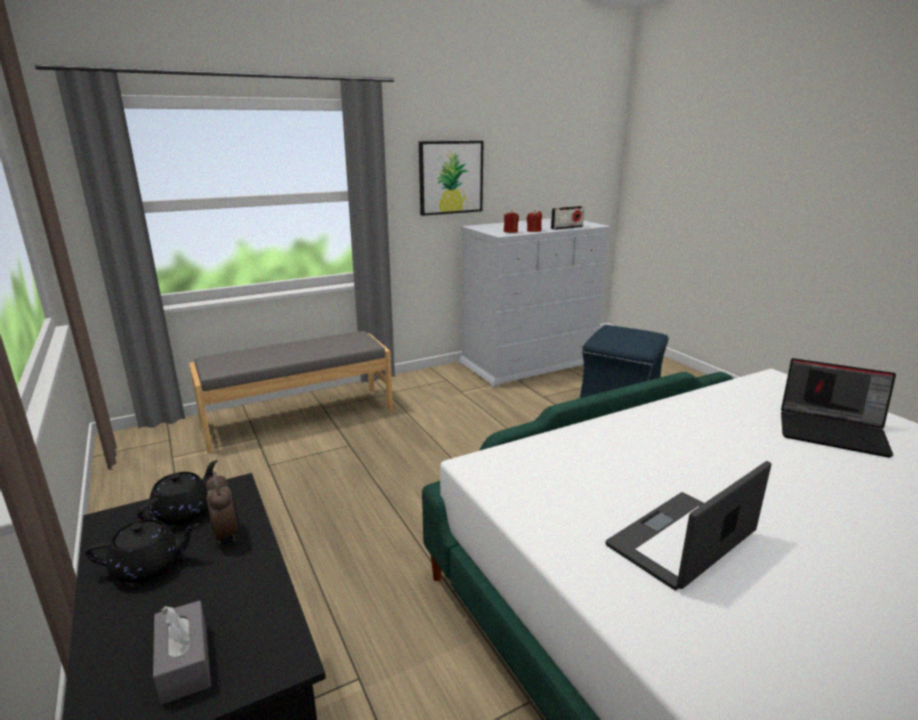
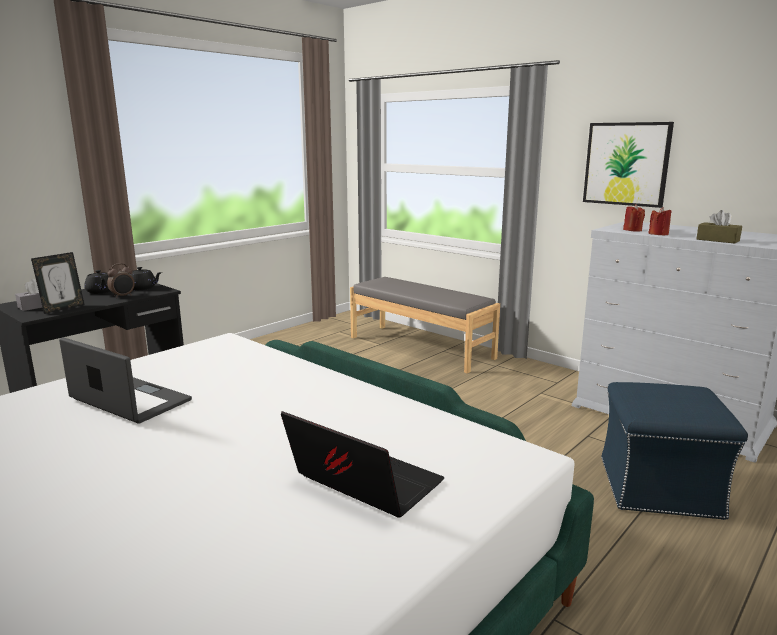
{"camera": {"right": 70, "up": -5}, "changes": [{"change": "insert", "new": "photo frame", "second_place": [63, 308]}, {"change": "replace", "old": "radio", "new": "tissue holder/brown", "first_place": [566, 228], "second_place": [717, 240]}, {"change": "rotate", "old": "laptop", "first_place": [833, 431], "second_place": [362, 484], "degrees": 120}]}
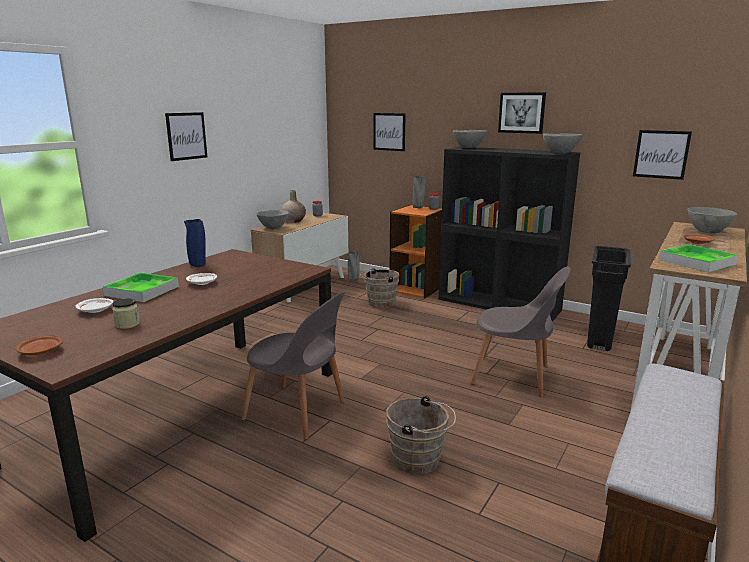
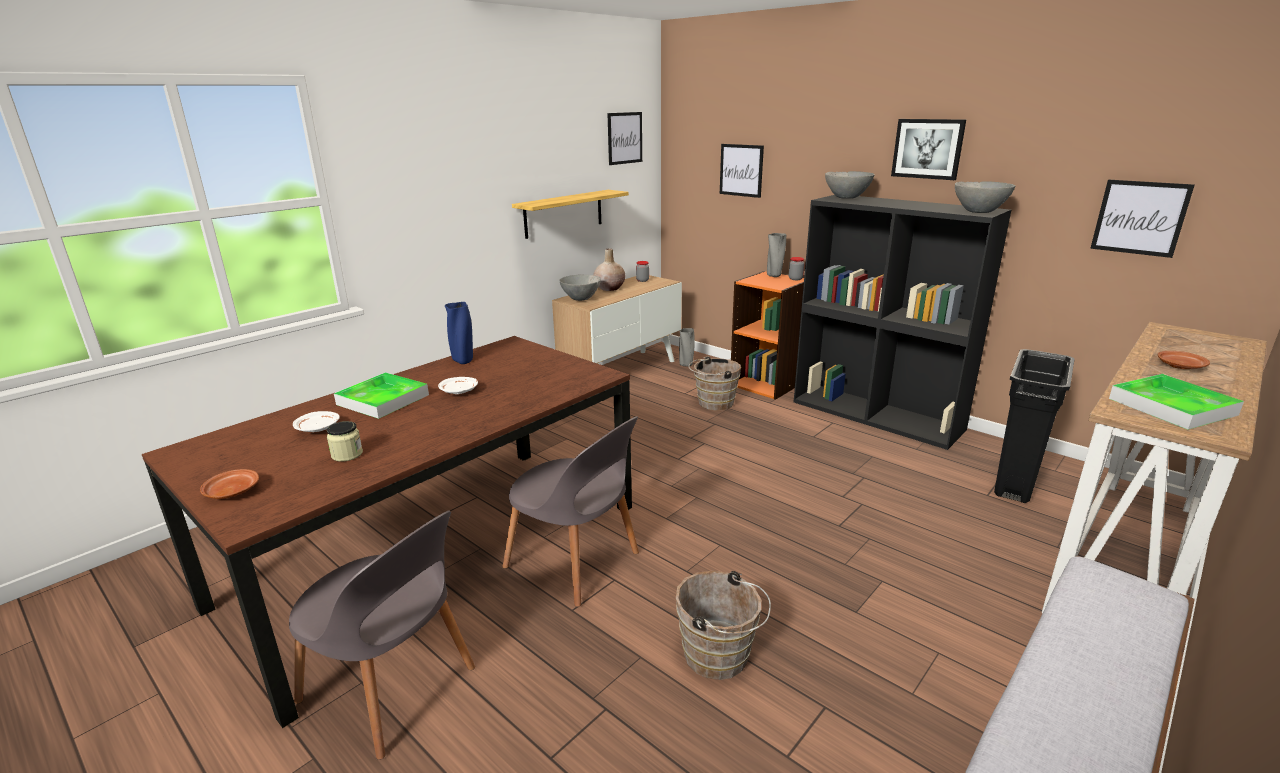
{"camera": {"right": 10, "up": 5}, "changes": [{"change": "delete", "old": "deep dish/greyish", "first_place": [707, 232]}, {"change": "insert", "new": "wall shelf", "second_place": [563, 213]}, {"change": "move", "old": "wall art", "first_place": [186, 136], "second_place": [624, 138]}, {"change": "move", "old": "chair/greyish", "first_place": [514, 376], "second_place": [392, 688]}]}
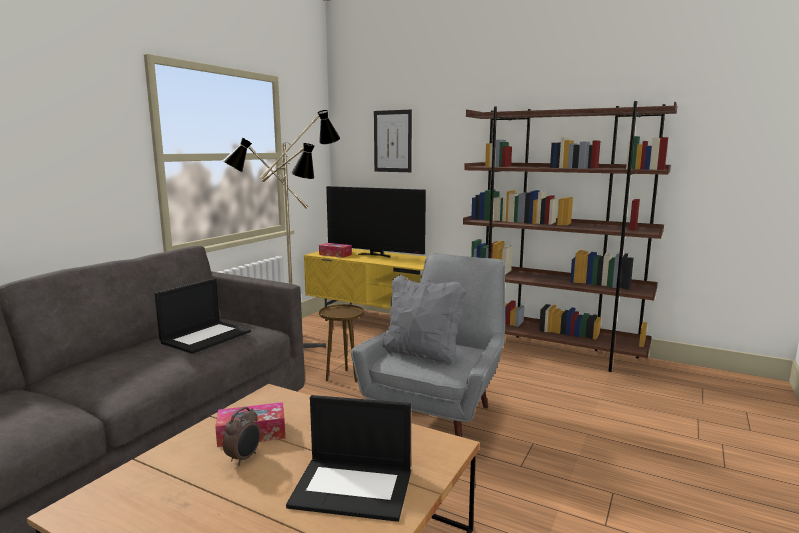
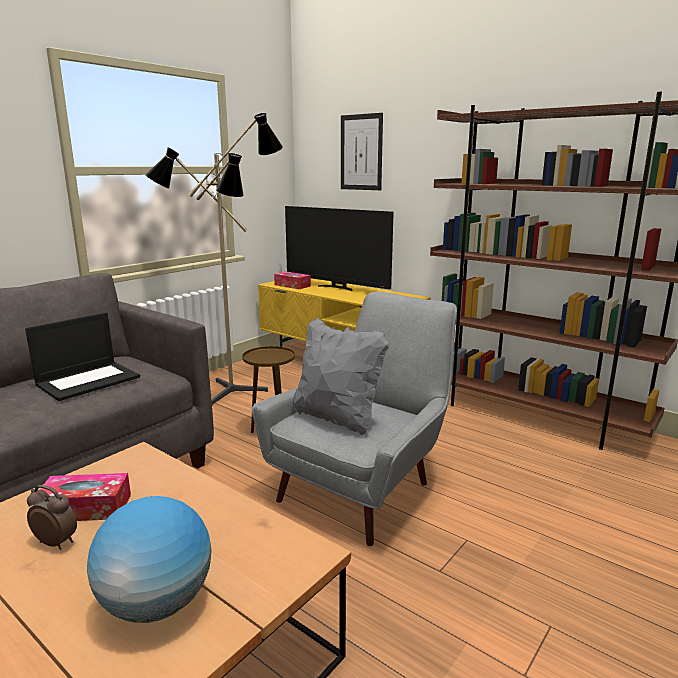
{"camera": {"right": 10, "up": 5}, "changes": [{"change": "replace", "old": "laptop", "new": "globe", "first_place": [353, 488], "second_place": [157, 604]}, {"change": "rotate", "old": "bedside clock", "first_place": [244, 458], "second_place": [57, 542], "degrees": -105}]}
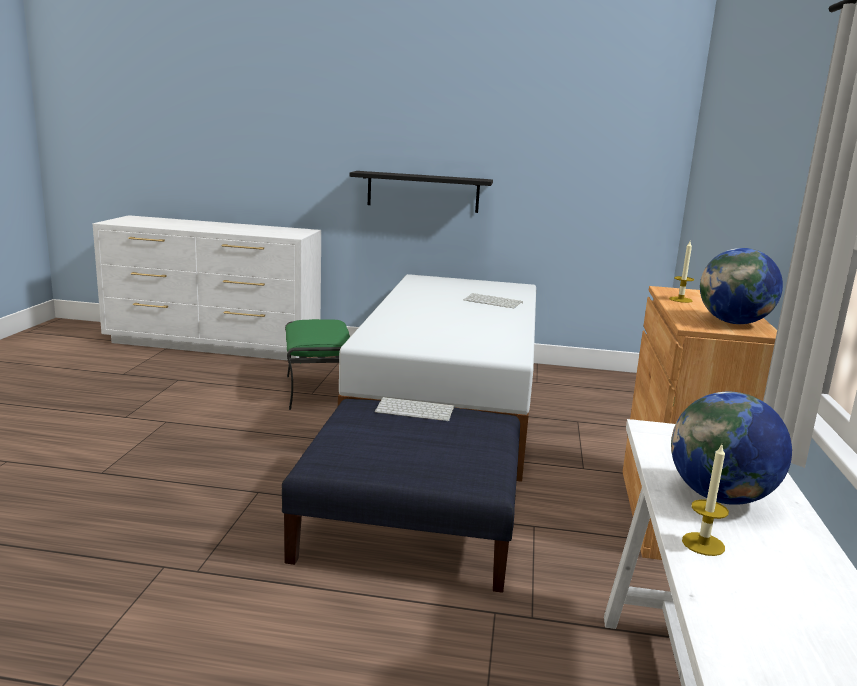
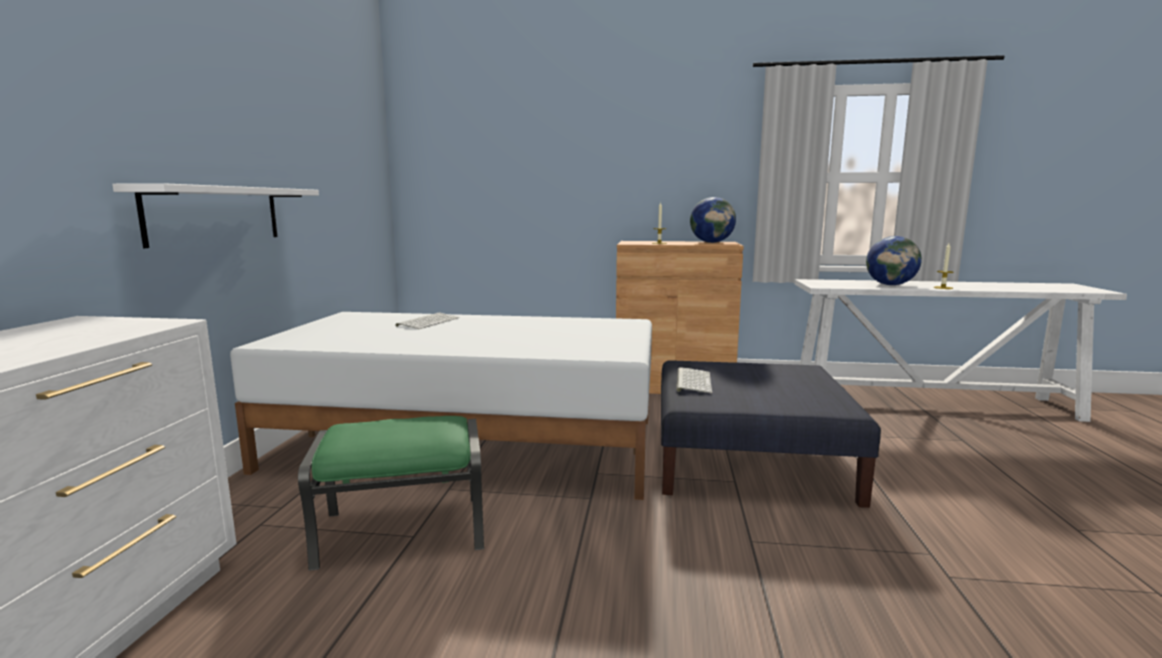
{"camera": {"right": -90, "up": -5}, "changes": [{"change": "recolor", "old": "wall shelf/black-coloured", "new": "wall shelf/whitish", "first_place": [423, 192], "second_place": [216, 214]}]}
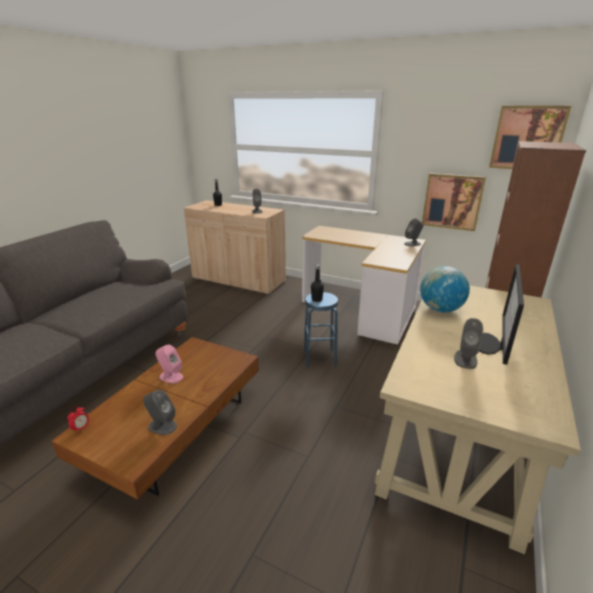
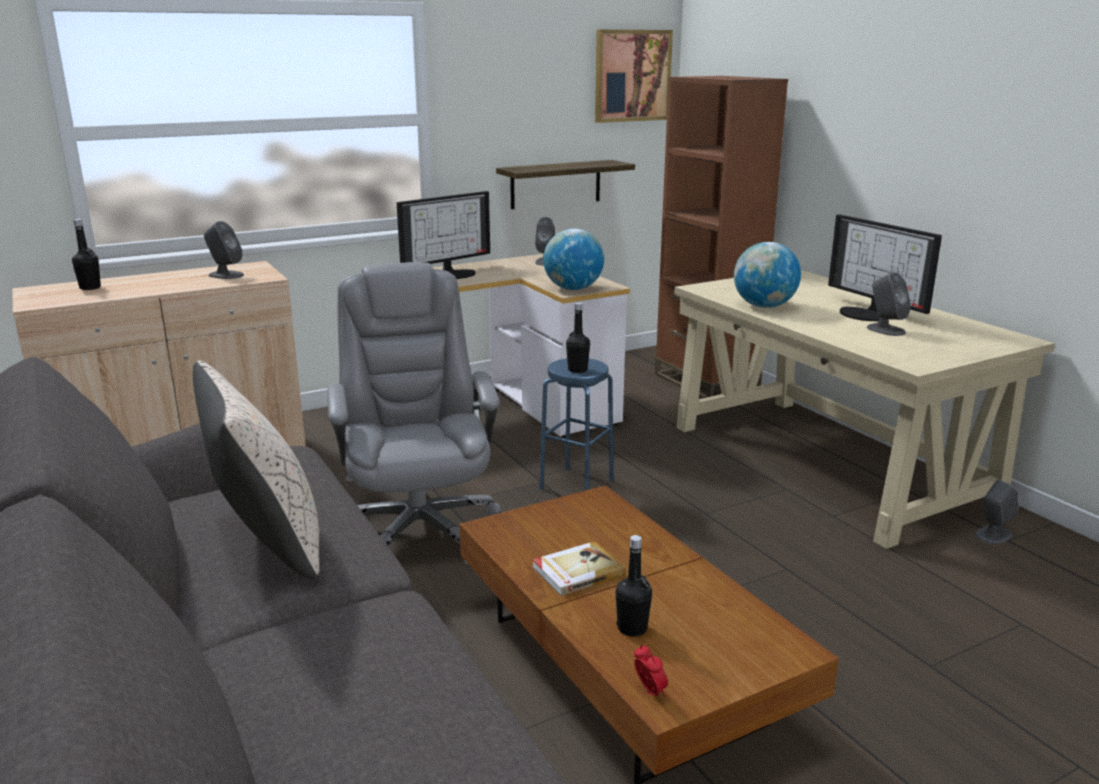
{"camera": {"right": -55, "up": -5}, "changes": [{"change": "insert", "new": "throw pillow/beige", "second_place": [268, 542]}, {"change": "insert", "new": "desk chair/greyish", "second_place": [419, 529]}, {"change": "insert", "new": "computer screen", "second_place": [454, 274]}, {"change": "insert", "new": "globe", "second_place": [573, 289]}, {"change": "insert", "new": "bottle/black-coloured", "second_place": [632, 628]}, {"change": "move", "old": "speaker/greyish", "first_place": [162, 426], "second_place": [993, 535]}, {"change": "replace", "old": "speaker/pink-coloured", "new": "volume", "first_place": [171, 376], "second_place": [577, 571]}, {"change": "replace", "old": "wall art", "new": "wall shelf", "first_place": [452, 201], "second_place": [555, 184]}]}
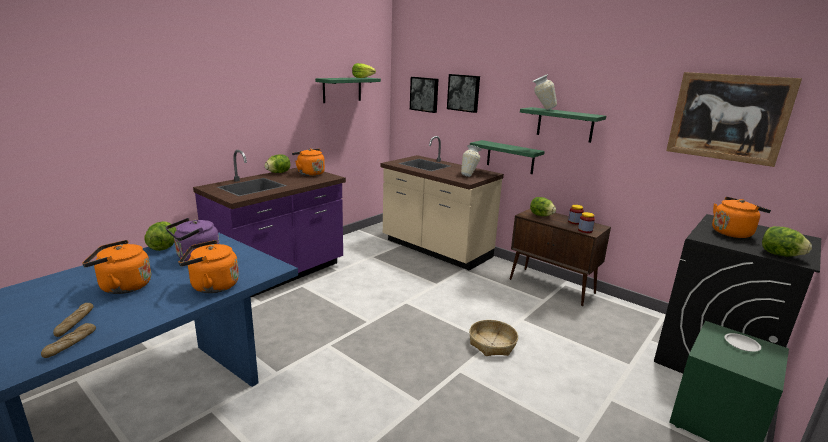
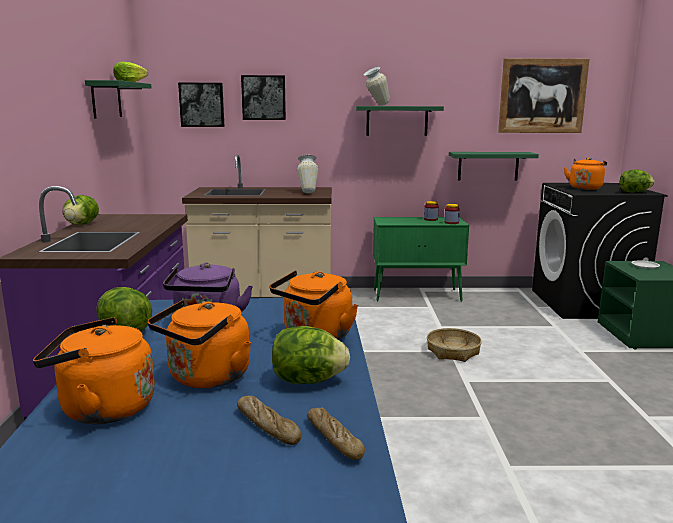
{"camera": {"right": -40, "up": -5}, "changes": [{"change": "move", "old": "water kettle/orangey", "first_place": [309, 173], "second_place": [102, 409]}, {"change": "move", "old": "wall shelf/greenish", "first_place": [510, 157], "second_place": [488, 166]}, {"change": "move", "old": "head of lettuce", "first_place": [541, 215], "second_place": [308, 381]}, {"change": "recolor", "old": "cabinet/brown", "new": "cabinet/greenish", "first_place": [552, 286], "second_place": [417, 295]}]}
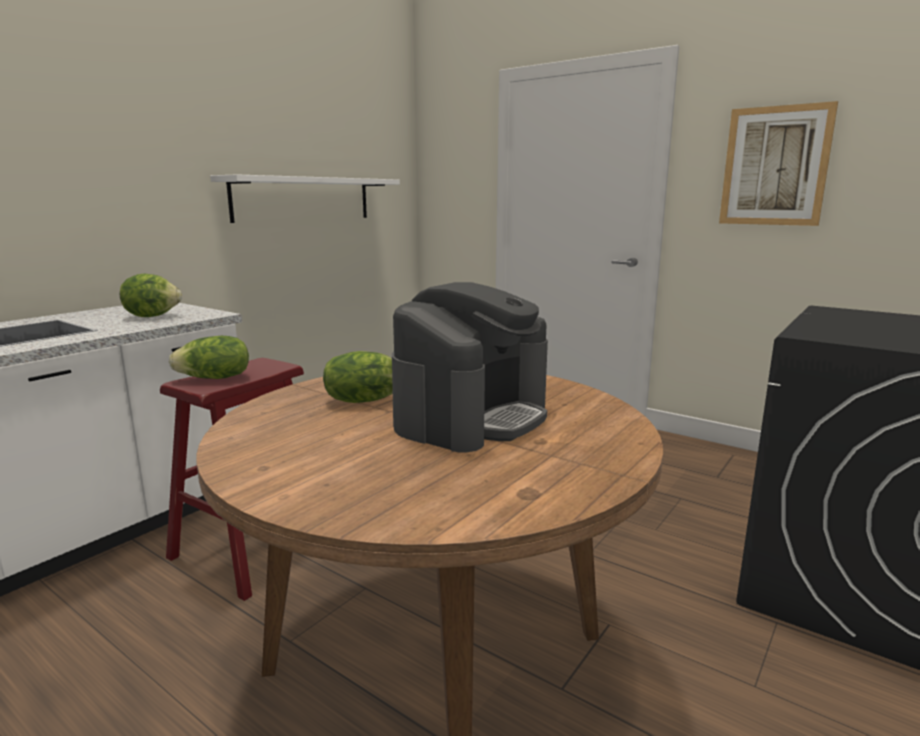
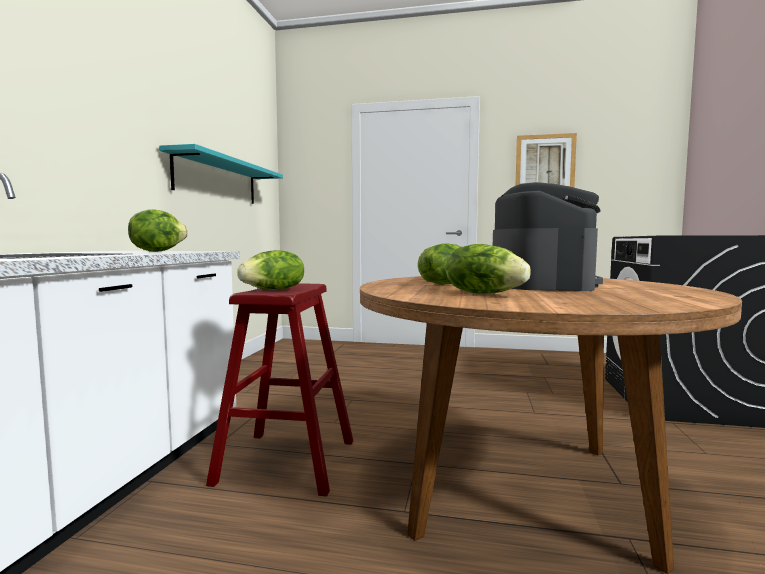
{"camera": {"right": -25, "up": -10}, "changes": [{"change": "insert", "new": "head of lettuce", "second_place": [484, 293]}, {"change": "recolor", "old": "wall shelf/whitish", "new": "wall shelf/blue-green", "first_place": [304, 199], "second_place": [217, 180]}]}
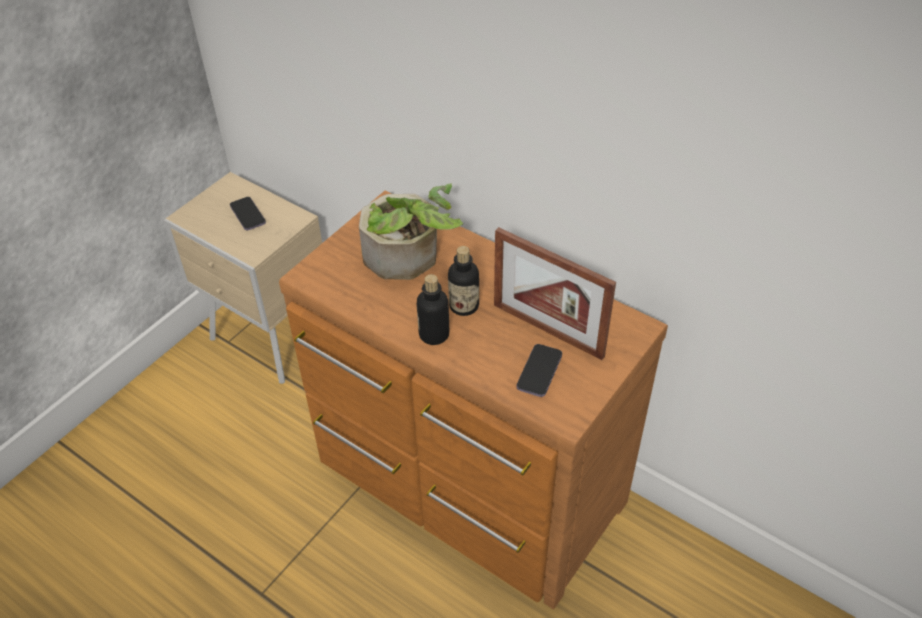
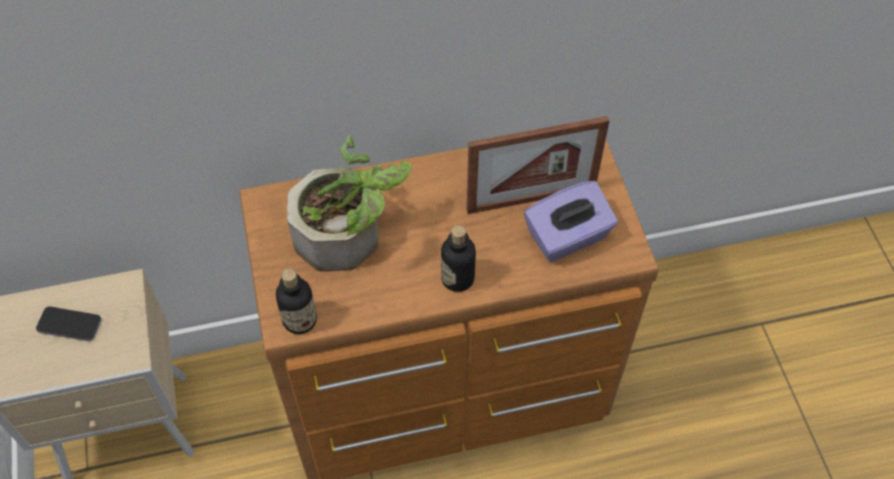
{"camera": {"right": -50, "up": 10}, "changes": [{"change": "move", "old": "bottle", "first_place": [464, 306], "second_place": [300, 320]}, {"change": "replace", "old": "handset", "new": "tissue holder/purple", "first_place": [539, 372], "second_place": [568, 237]}]}
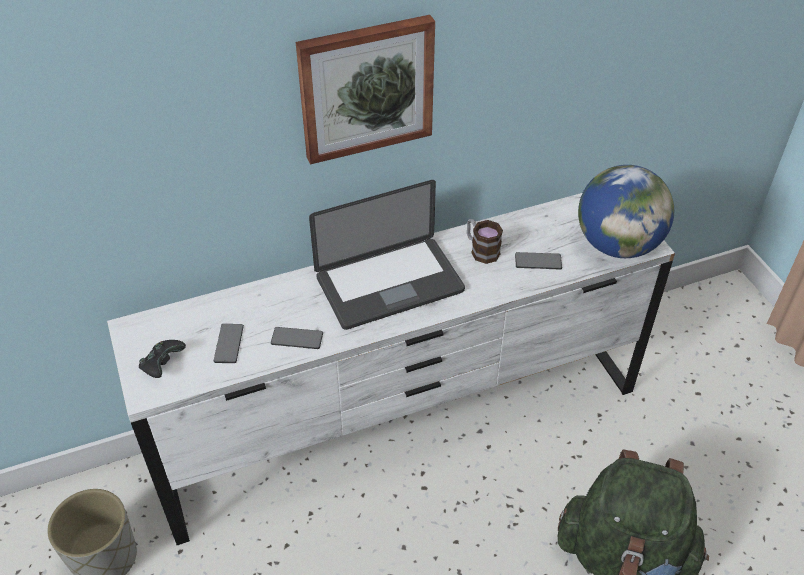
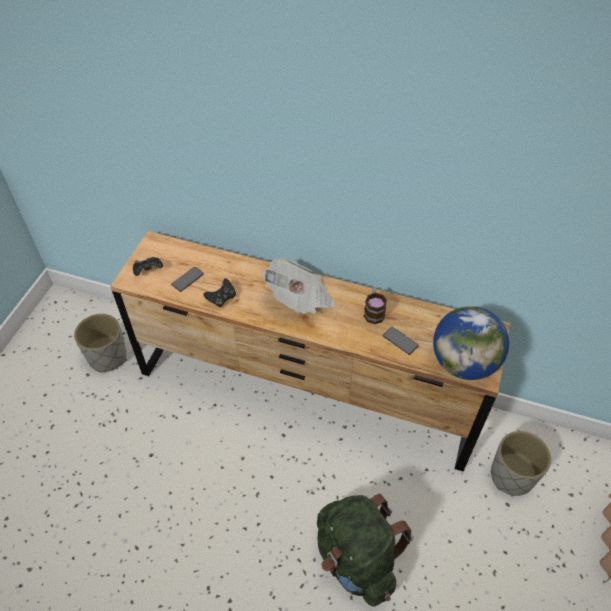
{"camera": {"right": 40, "up": 5}, "changes": [{"change": "delete", "old": "wall art", "first_place": [366, 88]}, {"change": "insert", "new": "flower pot/greyish", "second_place": [511, 476]}, {"change": "replace", "old": "handset", "new": "game controller/black-coloured", "first_place": [297, 339], "second_place": [221, 298]}, {"change": "replace", "old": "laptop", "new": "newspaper", "first_place": [389, 284], "second_place": [300, 299]}, {"change": "recolor", "old": "dresser/whitish", "new": "dresser/brown", "first_place": [401, 424], "second_place": [305, 391]}]}
